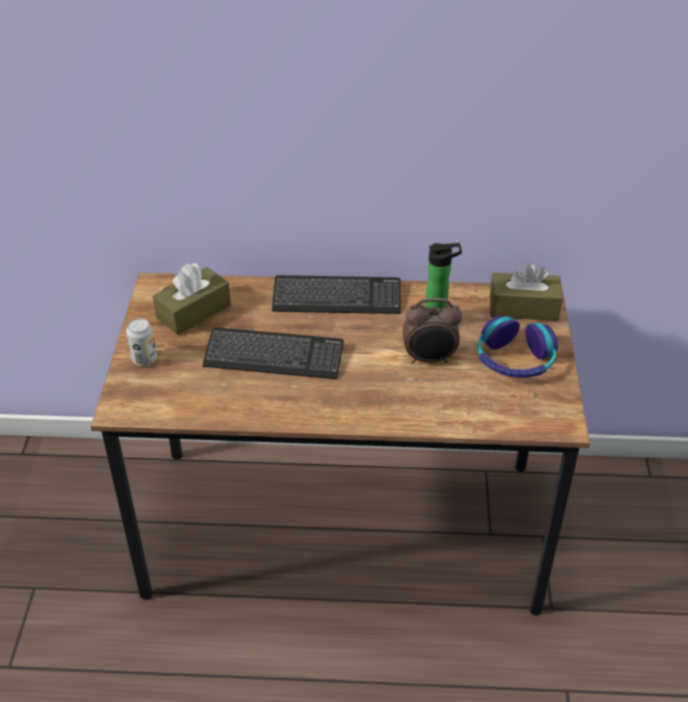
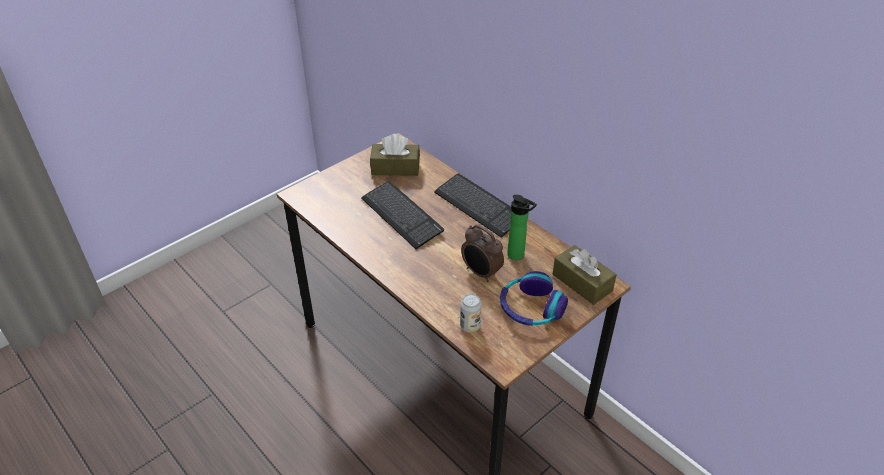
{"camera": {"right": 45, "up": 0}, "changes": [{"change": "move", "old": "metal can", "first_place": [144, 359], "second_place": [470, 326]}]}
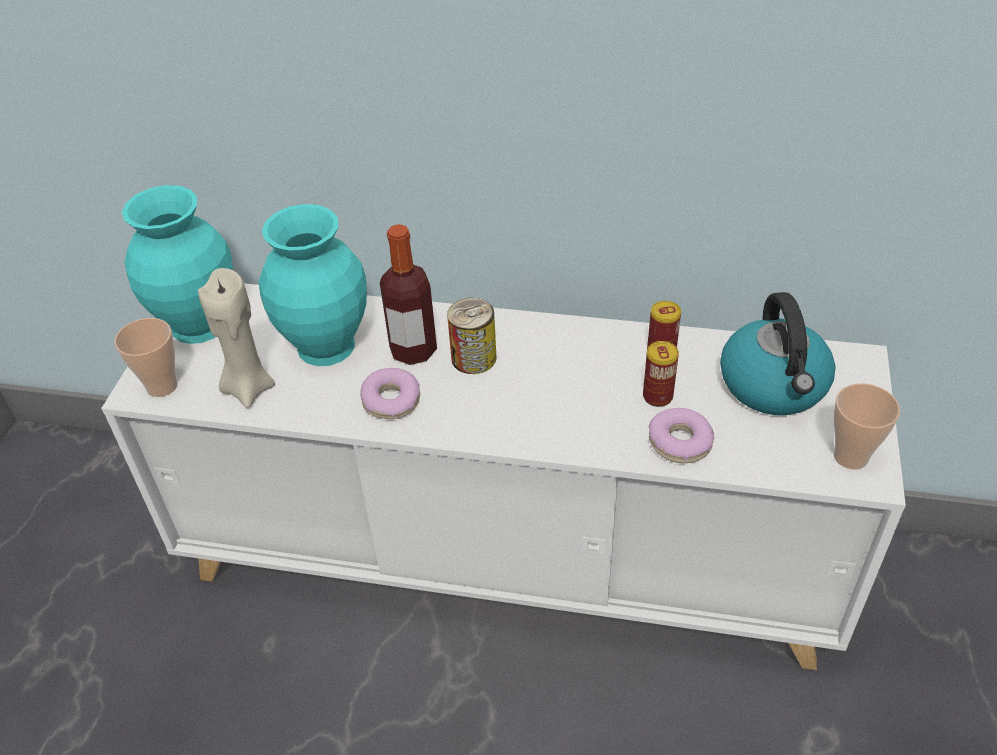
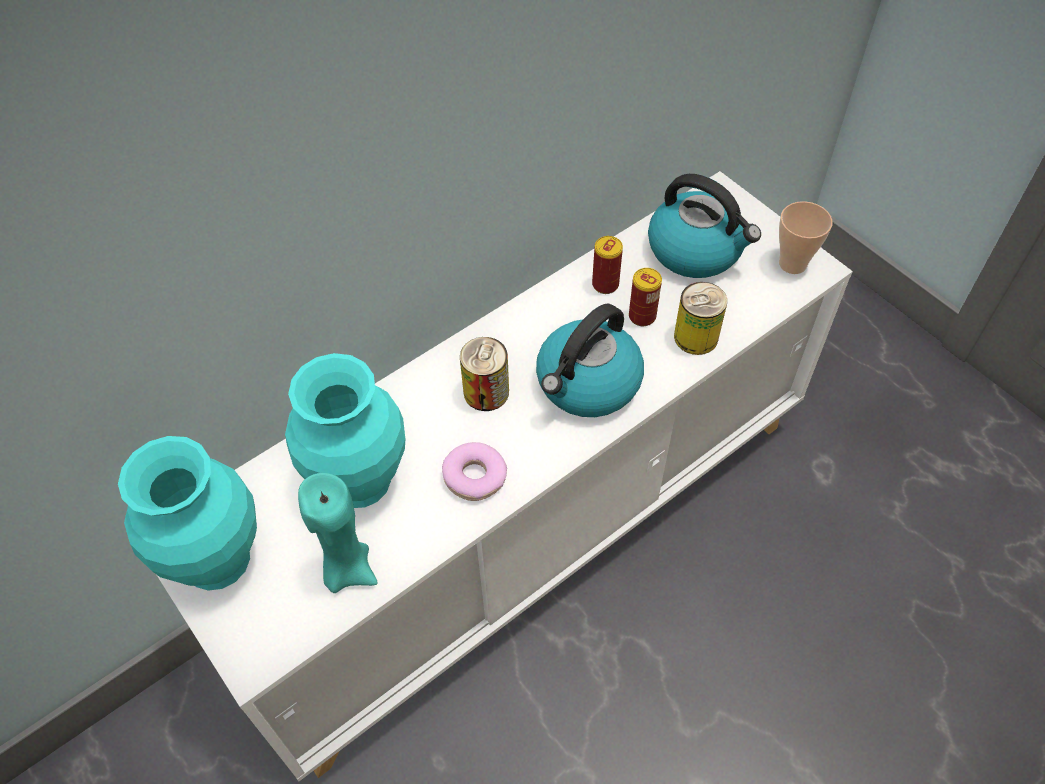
{"camera": {"right": -50, "up": 10}, "changes": [{"change": "delete", "old": "drinking cup", "first_place": [162, 386]}, {"change": "delete", "old": "bottle", "first_place": [413, 350]}, {"change": "insert", "new": "water kettle", "second_place": [587, 384]}, {"change": "replace", "old": "ring doughnut", "new": "metal can", "first_place": [679, 442], "second_place": [696, 337]}, {"change": "recolor", "old": "candle/beige", "new": "candle/blue-green", "first_place": [248, 388], "second_place": [347, 569]}]}
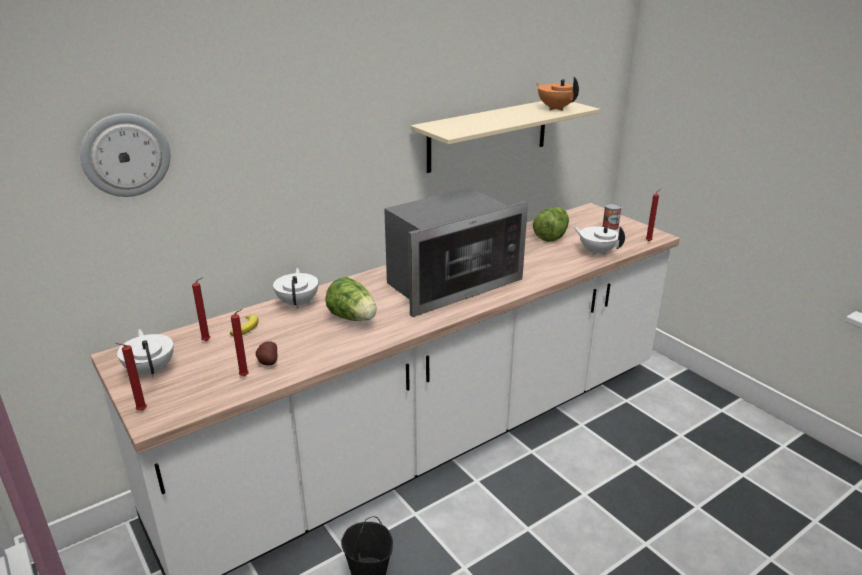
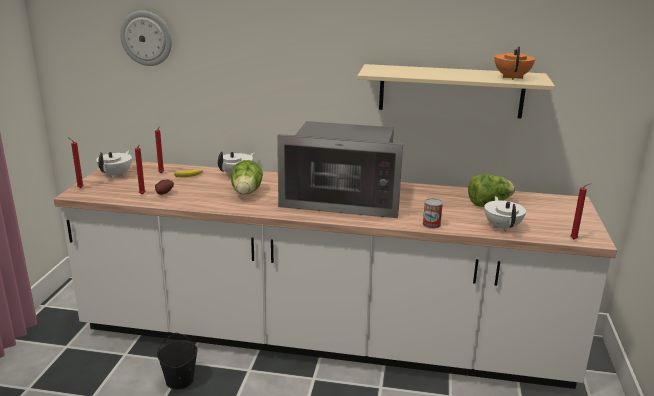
{"camera": {"right": 45, "up": -5}, "changes": [{"change": "move", "old": "metal can", "first_place": [610, 227], "second_place": [431, 224]}]}
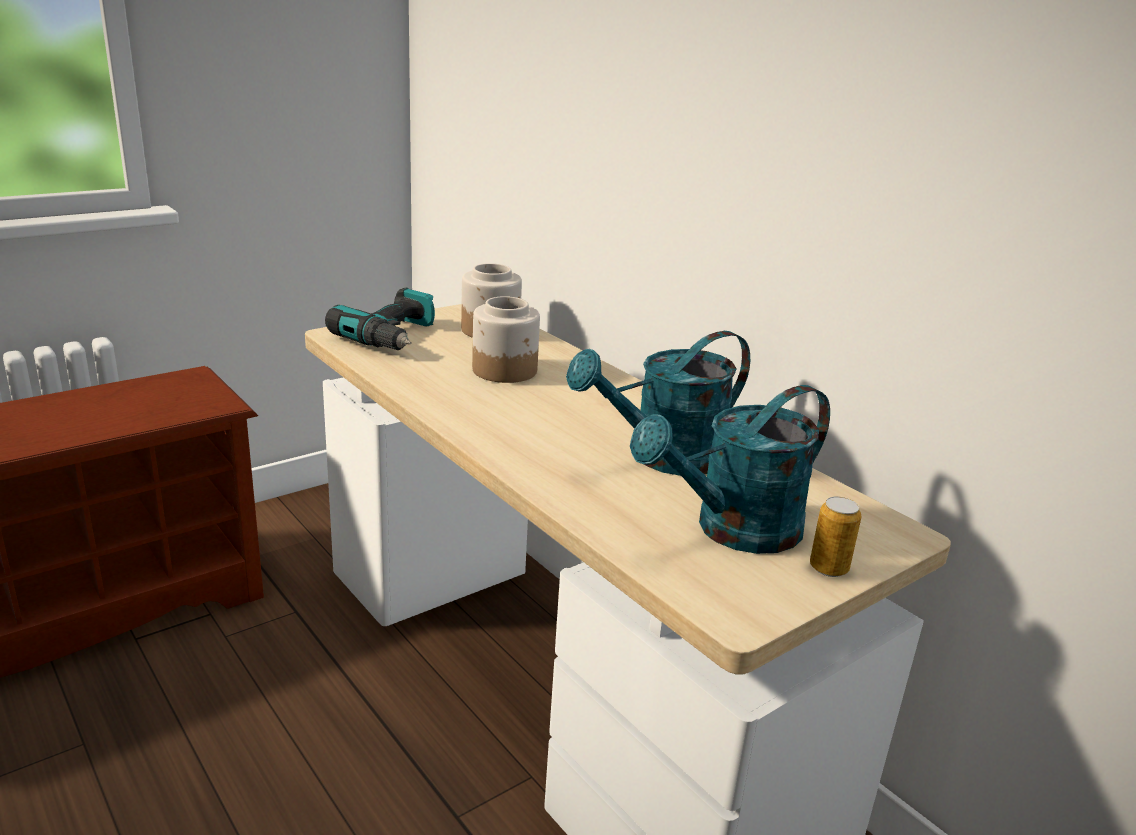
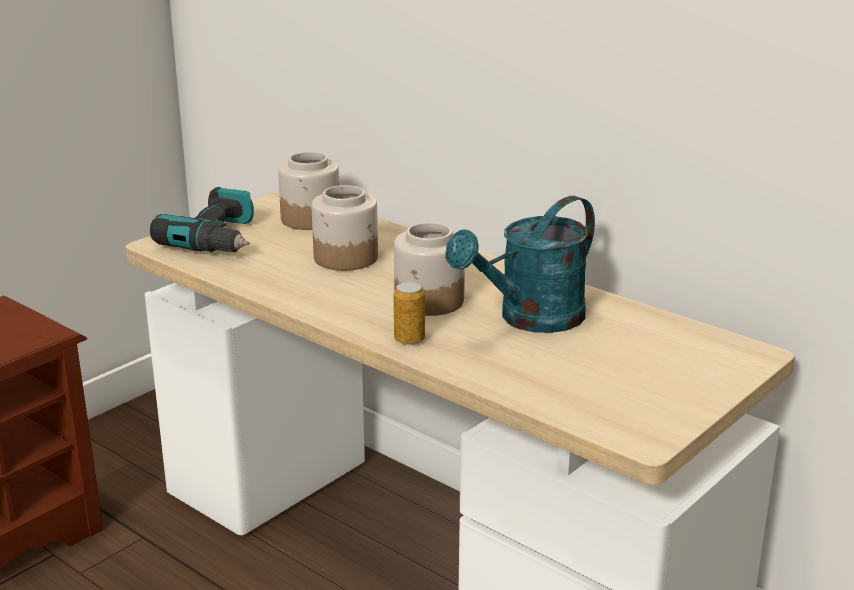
{"camera": {"right": -10, "up": 0}, "changes": [{"change": "delete", "old": "sprinkling can/blue-green", "first_place": [733, 531]}, {"change": "insert", "new": "storage jar", "second_place": [429, 301]}, {"change": "move", "old": "metal can", "first_place": [828, 568], "second_place": [409, 339]}]}
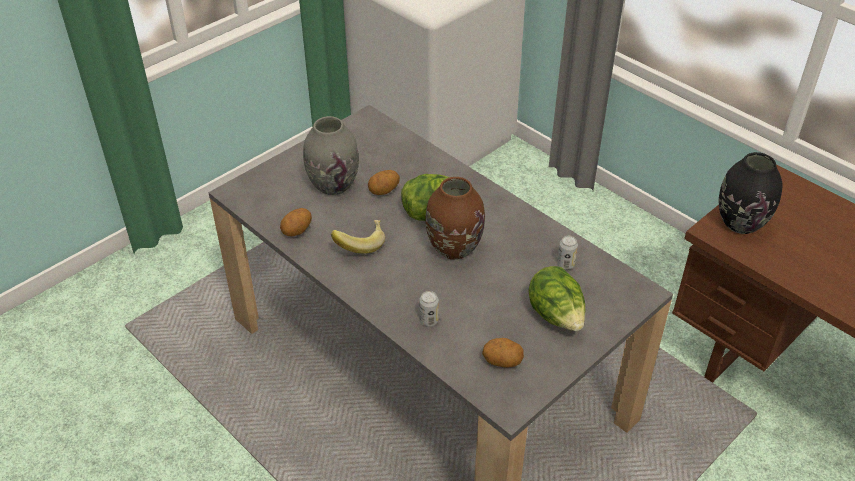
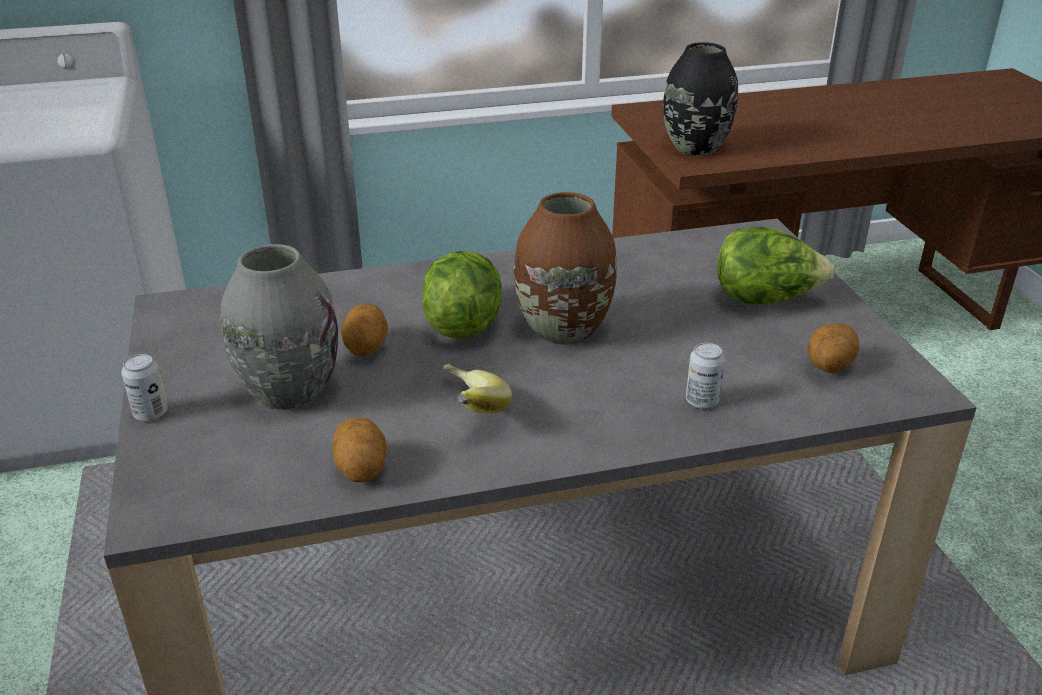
{"camera": {"right": -60, "up": -10}, "changes": [{"change": "move", "old": "metal can", "first_place": [565, 264], "second_place": [150, 413]}]}
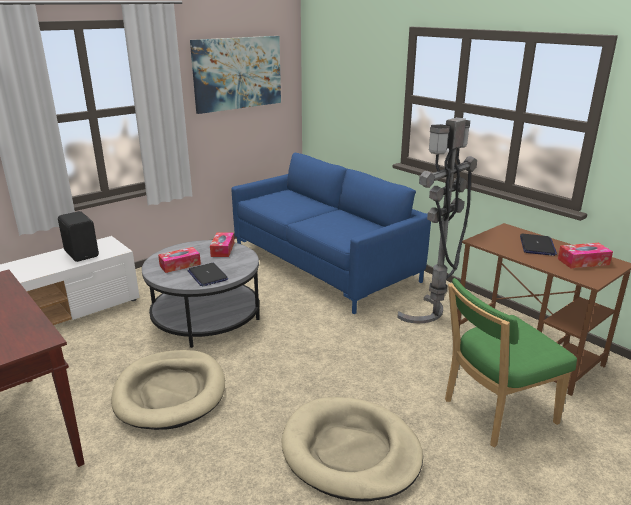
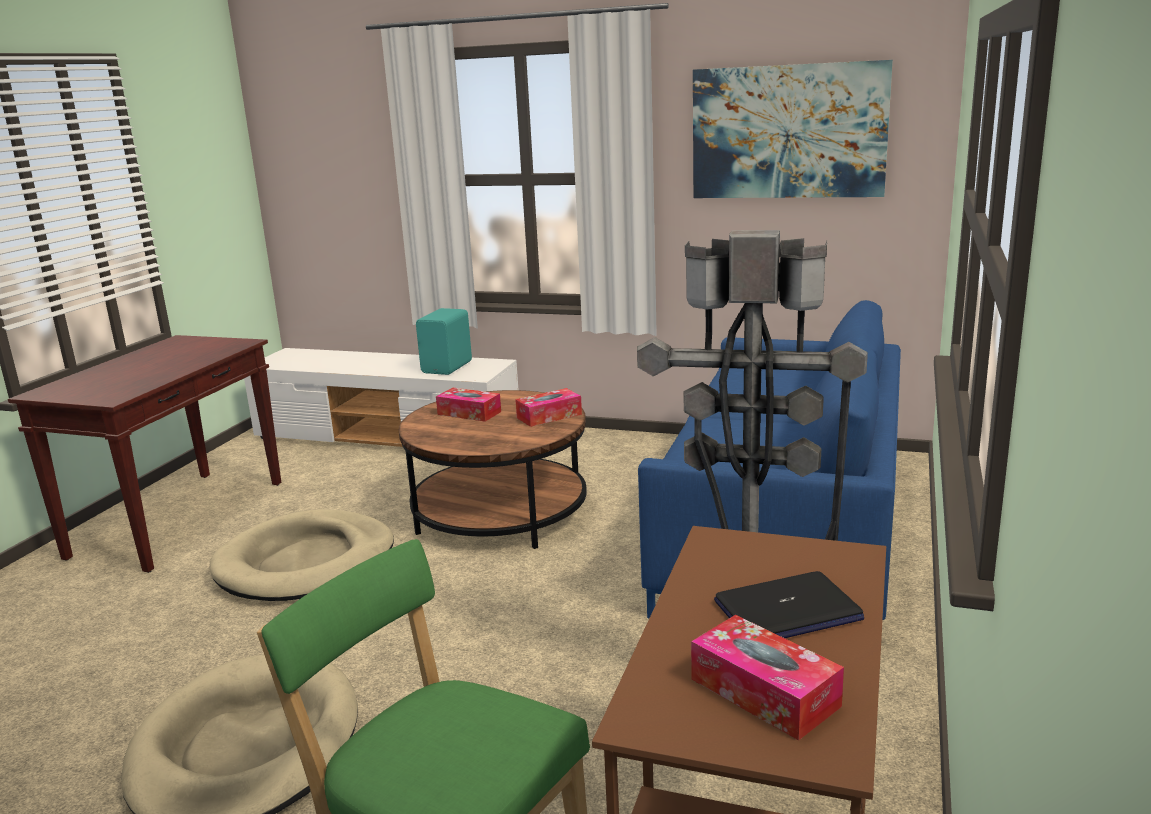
{"camera": {"right": 60, "up": -5}, "changes": [{"change": "delete", "old": "laptop", "first_place": [207, 275]}, {"change": "recolor", "old": "speaker/black-coloured", "new": "speaker/blue-green", "first_place": [82, 253], "second_place": [448, 367]}, {"change": "recolor", "old": "low table/greyish", "new": "low table/brown", "first_place": [206, 317], "second_place": [500, 512]}]}
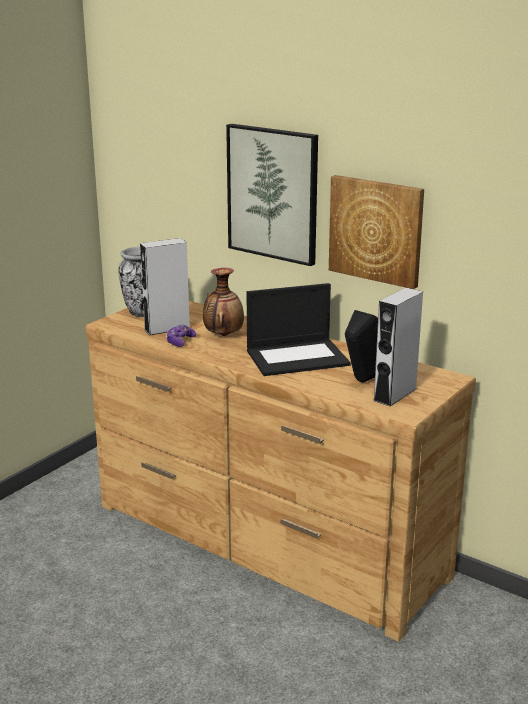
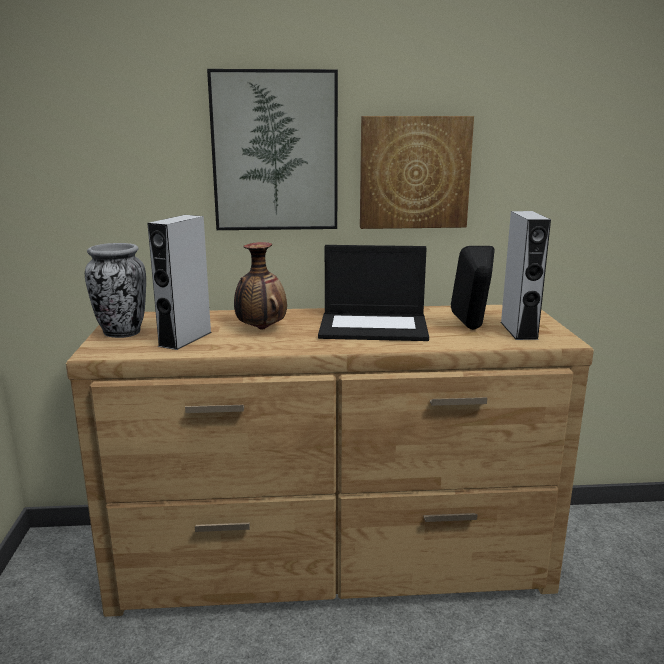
{"camera": {"right": -40, "up": -5}, "changes": [{"change": "delete", "old": "game controller", "first_place": [180, 341]}, {"change": "rotate", "old": "laptop", "first_place": [298, 357], "second_place": [374, 327], "degrees": 60}]}
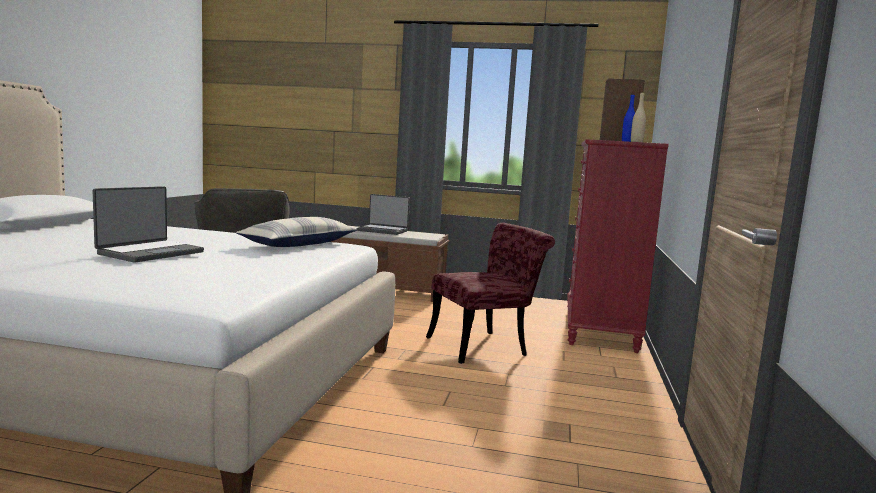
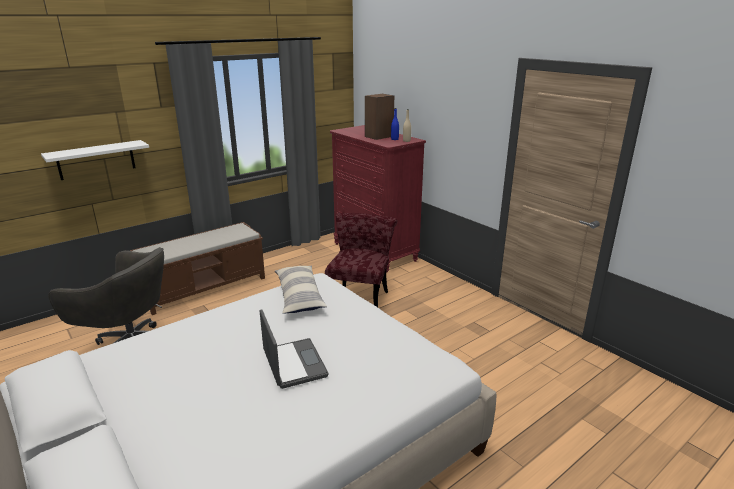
{"camera": {"right": -50, "up": 15}, "changes": [{"change": "delete", "old": "laptop", "first_place": [383, 230]}, {"change": "insert", "new": "wall shelf/whitish", "second_place": [96, 160]}]}
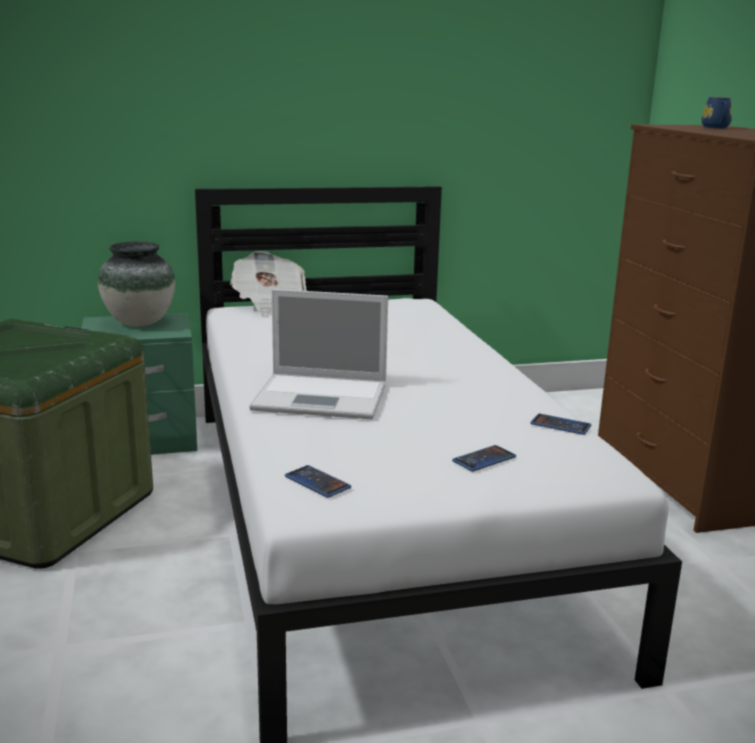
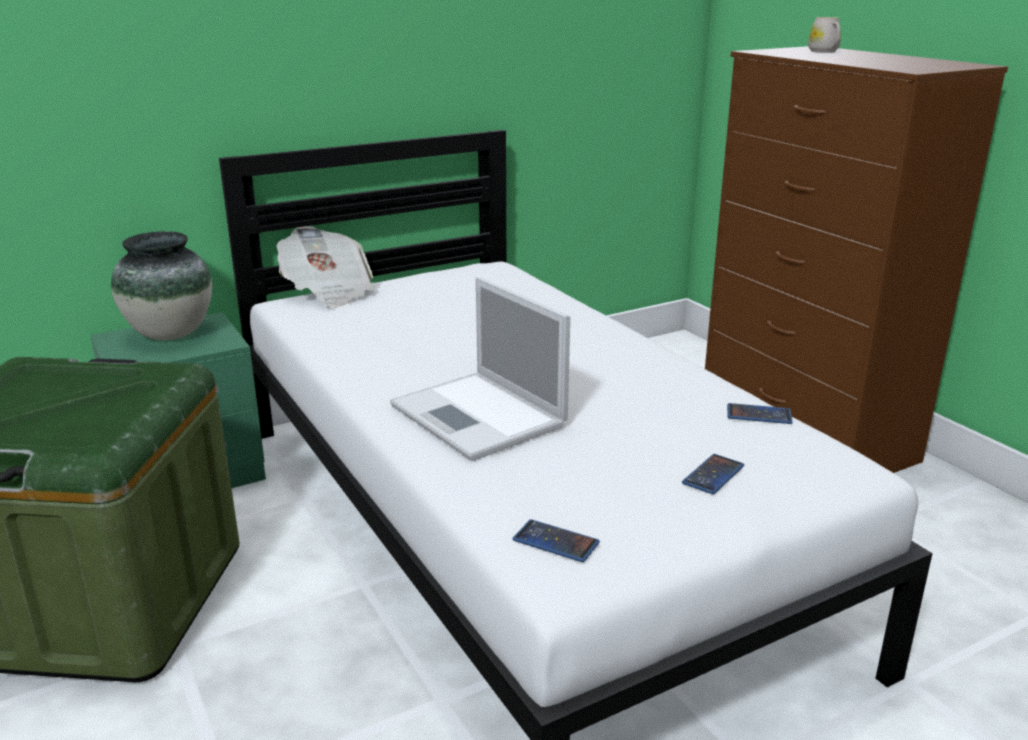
{"camera": {"right": -15, "up": 5}, "changes": [{"change": "recolor", "old": "mug/blue-coloured", "new": "mug/whitish", "first_place": [716, 128], "second_place": [825, 52]}, {"change": "rotate", "old": "laptop", "first_place": [323, 397], "second_place": [480, 416], "degrees": 60}]}
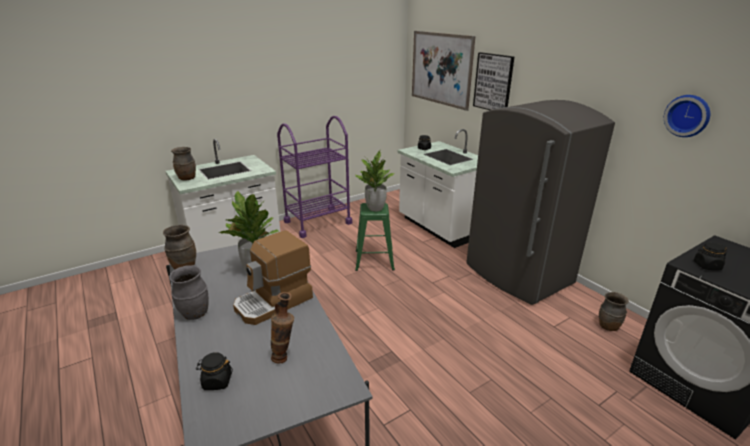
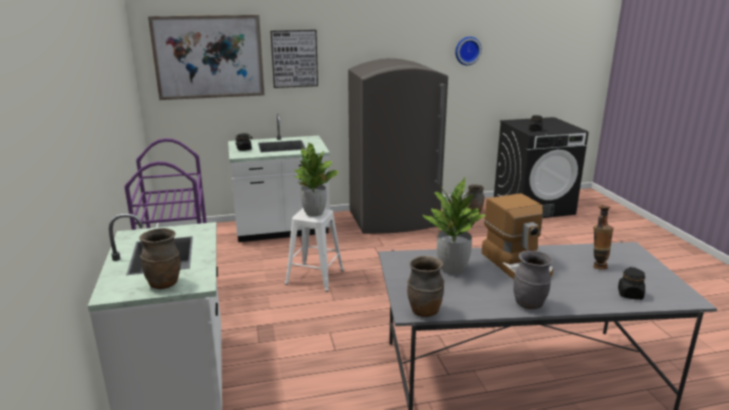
{"camera": {"right": -70, "up": -5}, "changes": [{"change": "recolor", "old": "stool/greenish", "new": "stool/whitish", "first_place": [373, 260], "second_place": [314, 277]}]}
